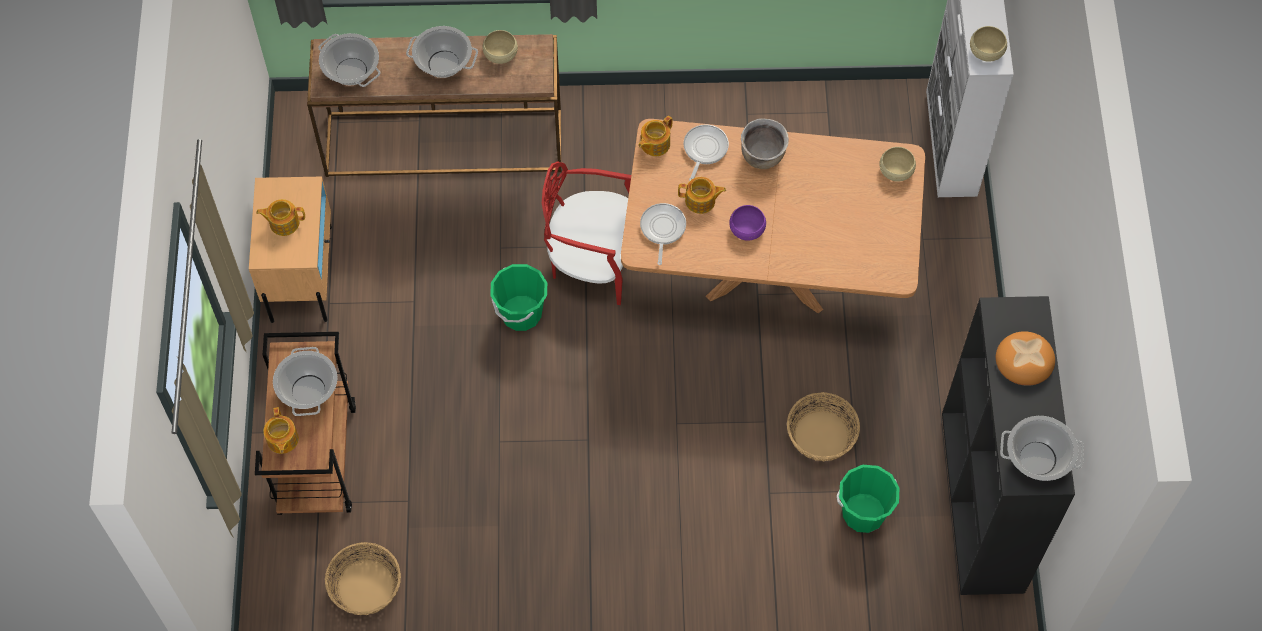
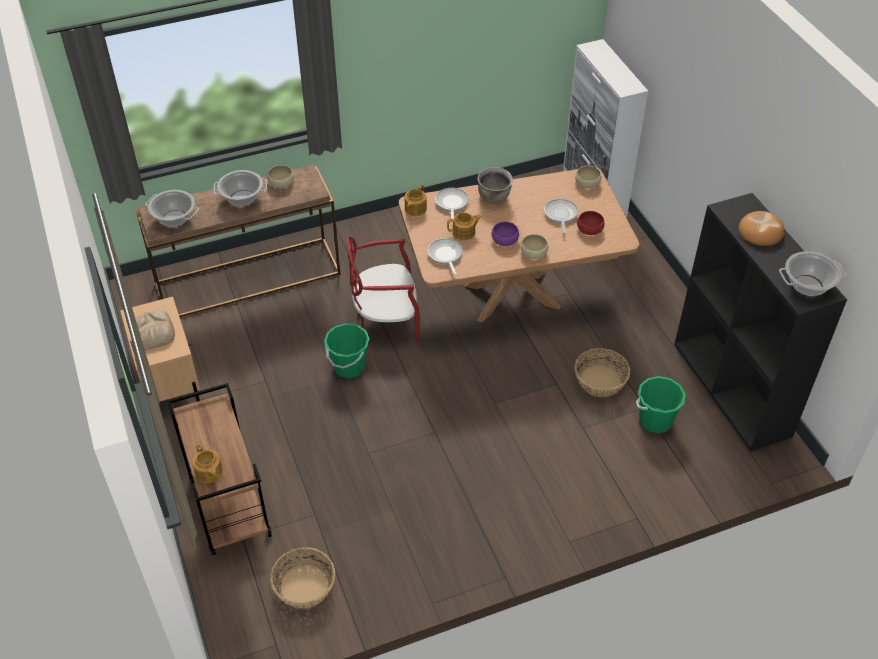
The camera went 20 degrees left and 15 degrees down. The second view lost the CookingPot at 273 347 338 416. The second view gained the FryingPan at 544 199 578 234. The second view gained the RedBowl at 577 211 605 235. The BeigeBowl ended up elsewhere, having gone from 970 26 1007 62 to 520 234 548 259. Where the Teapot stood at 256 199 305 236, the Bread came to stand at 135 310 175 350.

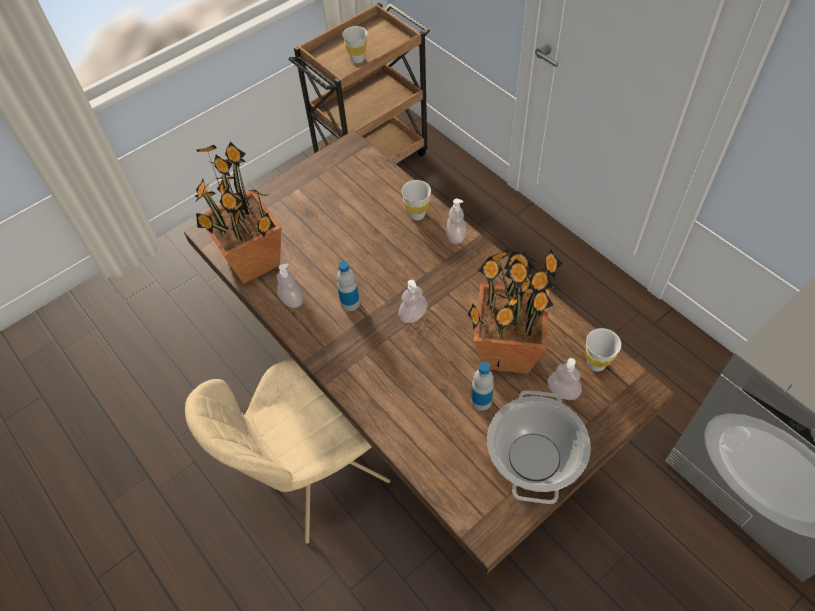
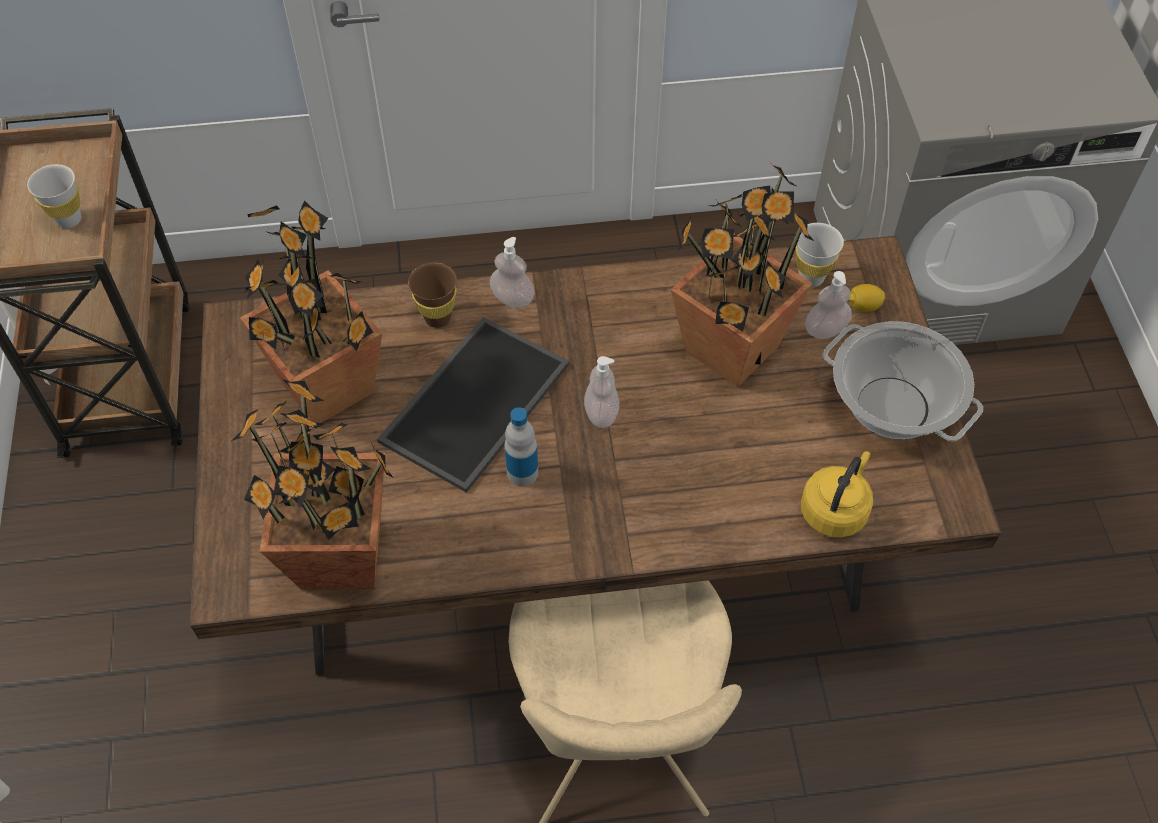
The camera went 60 degrees left and 0 degrees up. The second view lost the SoapDispenser at 277 264 303 308. The second view lost the Bottle at 471 362 494 411. The second view gained the PottedPlant at 240 200 382 423. The second view gained the Tray at 377 317 569 493. The second view gained the YellowKettle at 801 451 873 538. The second view gained the Lemon at 849 284 885 312. What was the WhiteCup at 402 180 431 220 turned into the BrownCup at 408 263 457 328.

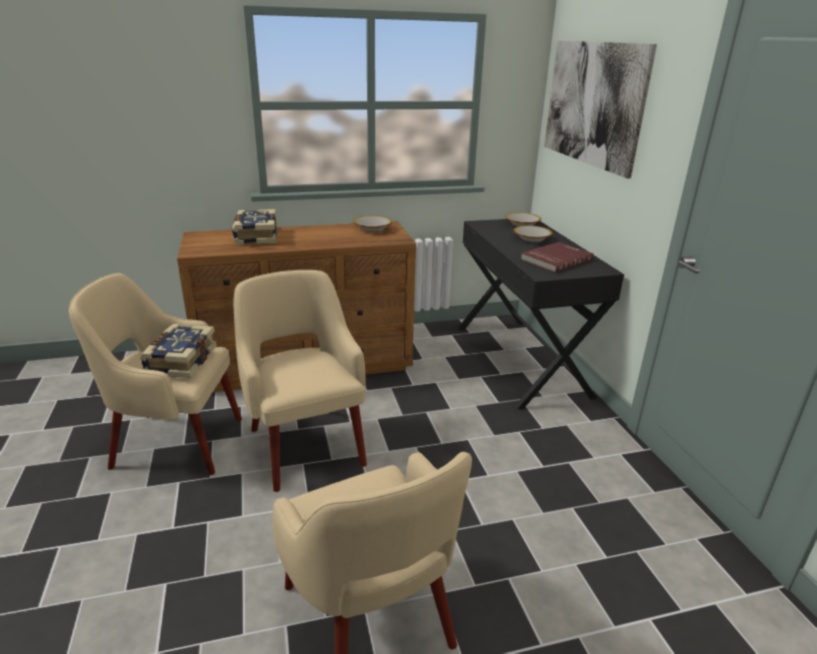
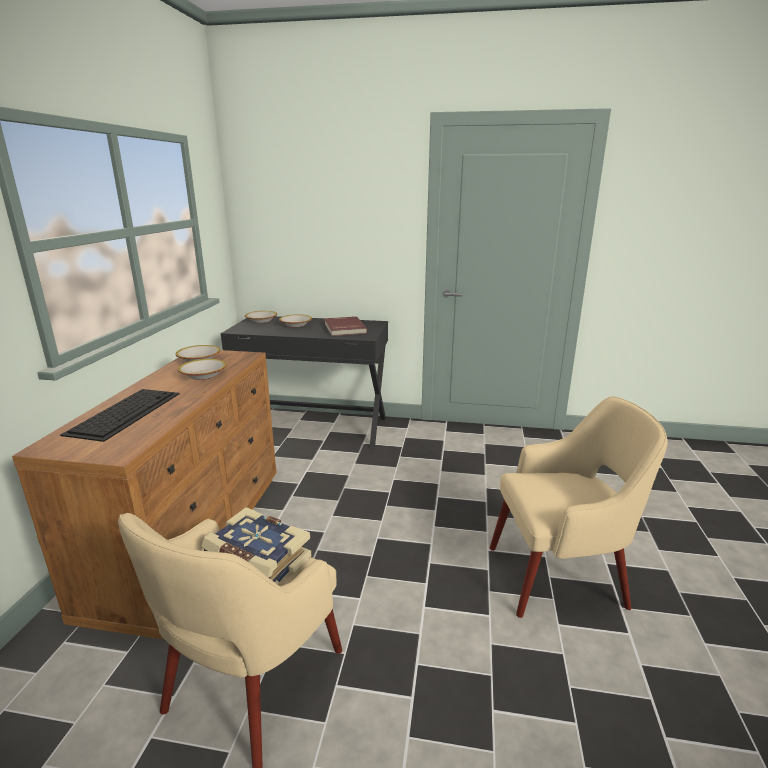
The camera went 65 degrees left and 5 degrees down. The second view lost the BeigeArmchair at 234 270 367 492. The second view lost the Picture at 544 40 657 179. The second view gained the Bowl at 178 359 227 380. Where the Book stood at 232 209 277 245, the Keyboard came to stand at 60 389 180 442.

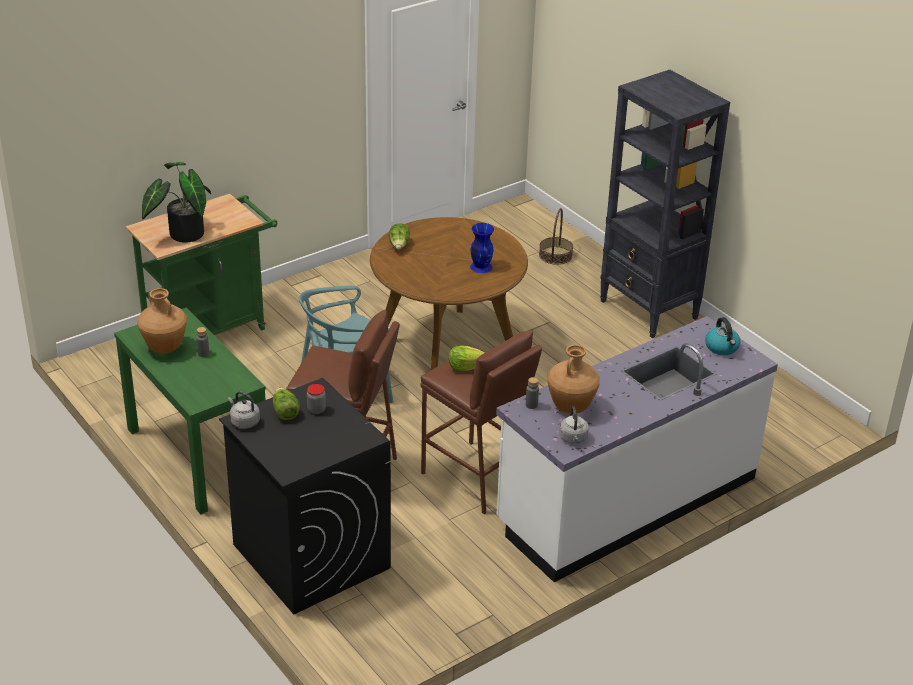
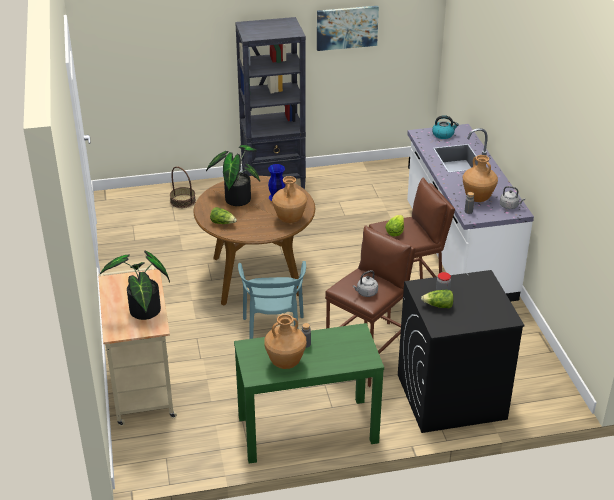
The camera went 65 degrees left and 0 degrees up. The second view gained the PottedPlant at 206 145 260 206. The second view gained the BrownVase at 272 176 307 223. The second view gained the Picture at 317 6 379 51. The GreyKettle ended up elsewhere, having gone from 228 391 260 429 to 353 270 378 297. What was the GreenCart at 125 194 277 335 turned into the BeigeCart at 98 265 177 426.

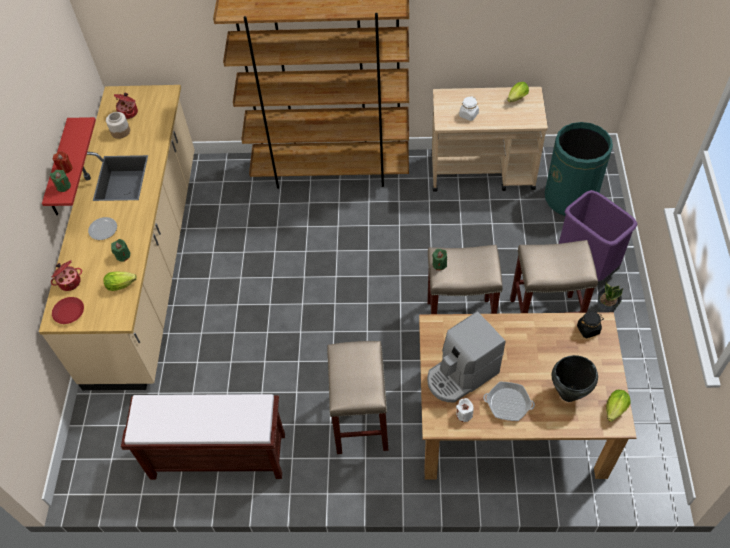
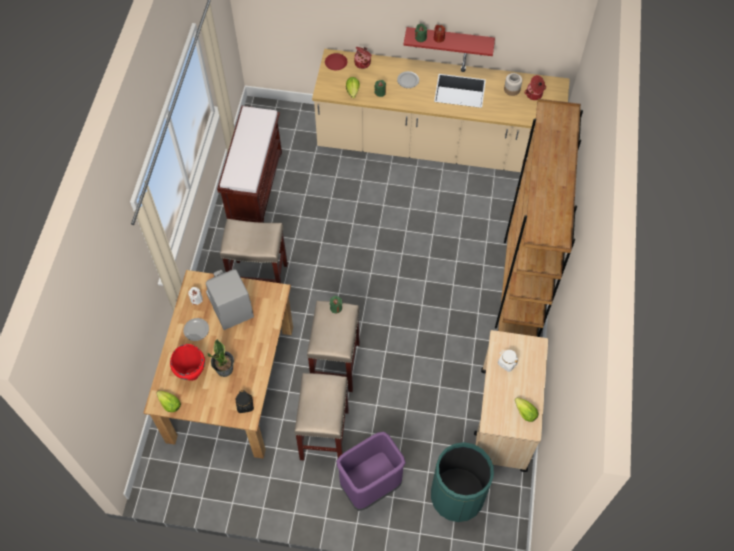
The camera went 95 degrees right and 5 degrees up. The PottedPlant ended up elsewhere, having gone from 597 282 624 312 to 208 339 234 377. Where the FryingPan stood at 483 382 535 421, the Plate came to stand at 183 318 209 341. What was the BlackCookingPot at 552 355 598 402 turned into the RedCookingPot at 170 344 205 381.

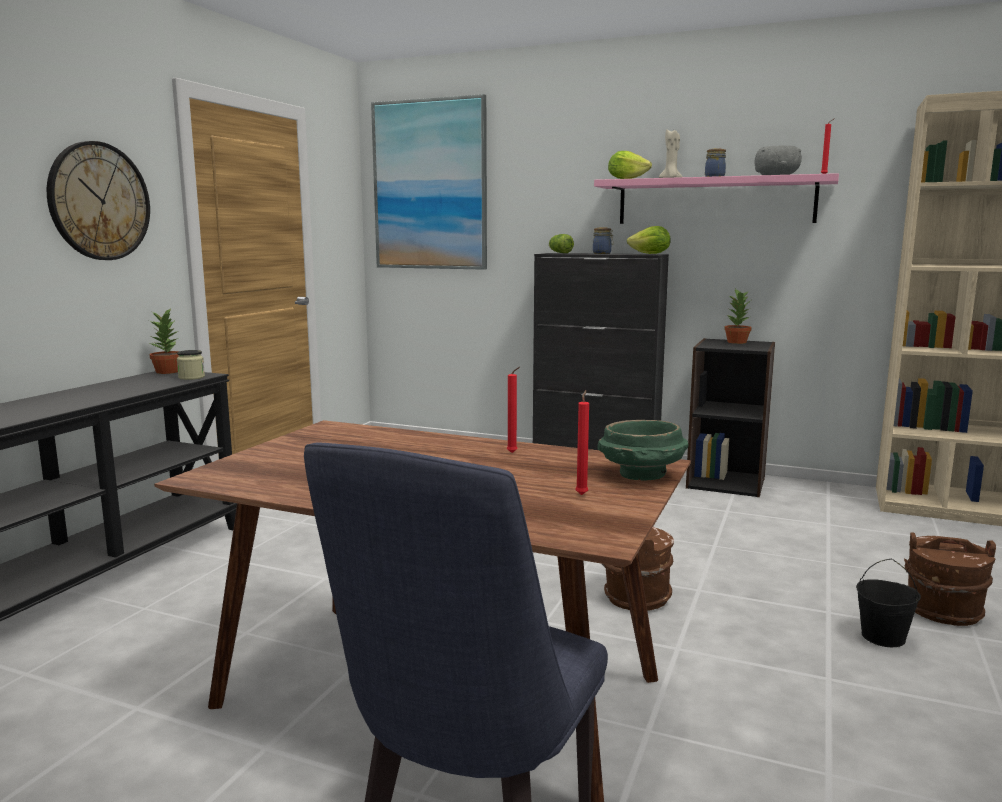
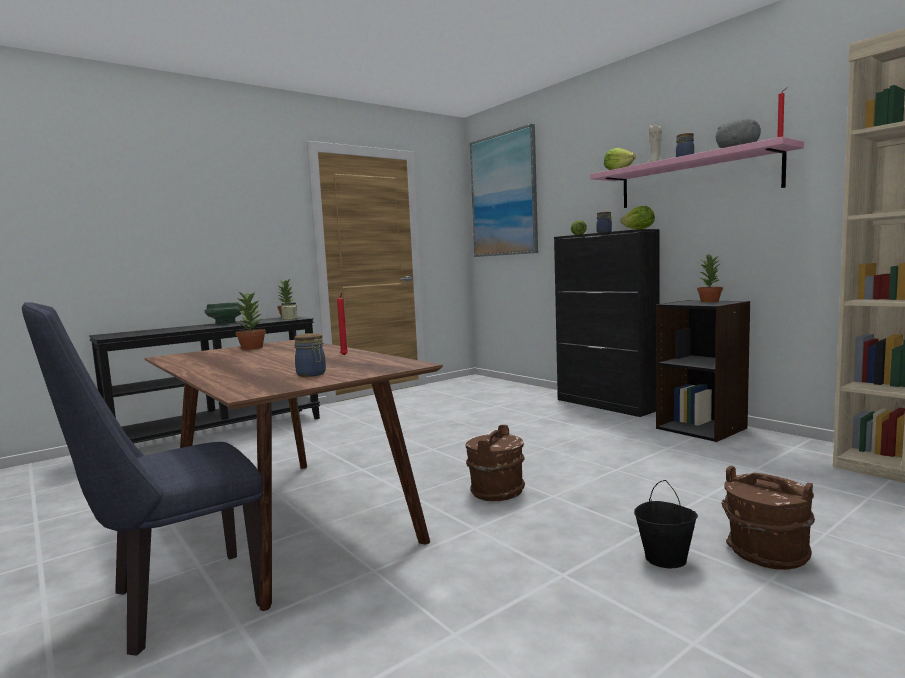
The camera went 30 degrees right and 5 degrees down. The second view lost the WallClock at 47 141 150 260. The second view gained the PottedPlant at 235 292 266 350. The GreenBowl ended up elsewhere, having gone from 597 420 689 480 to 205 302 242 324. Where the RedCandle stood at 575 390 589 495, the Jar came to stand at 294 333 326 377.

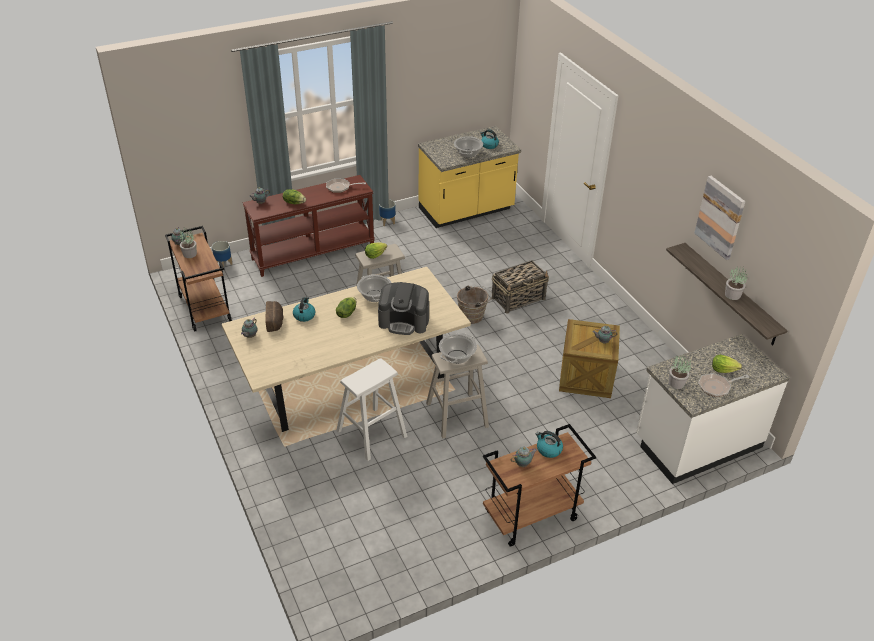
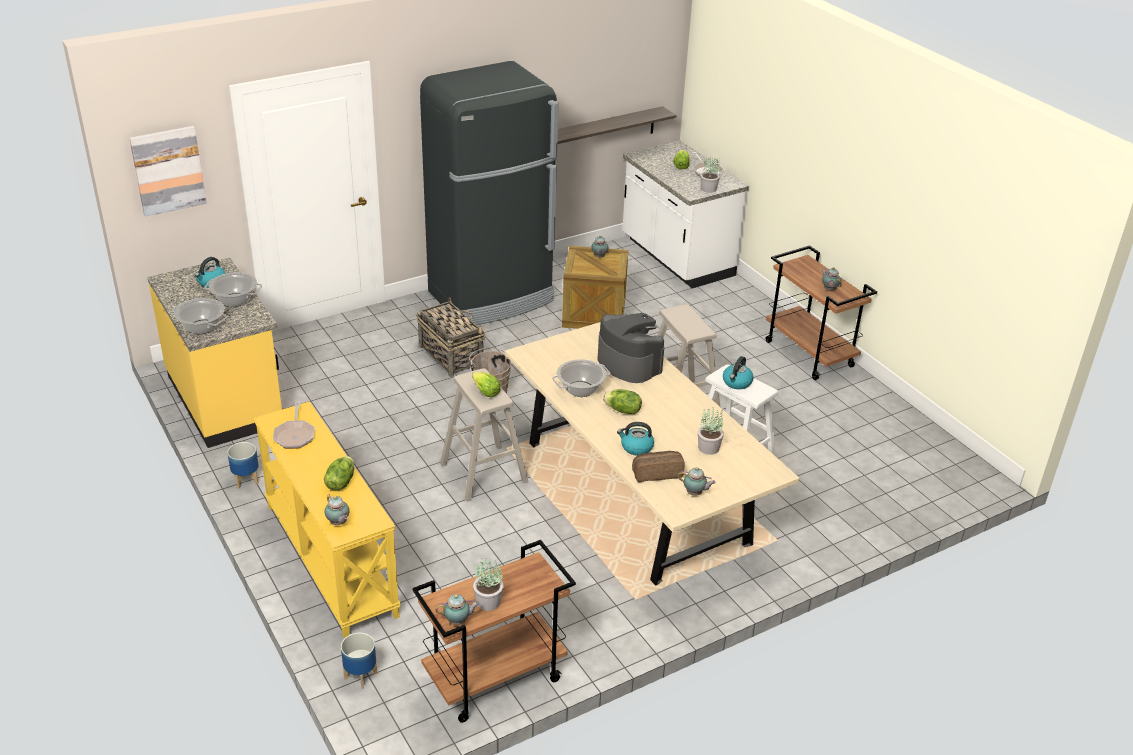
The camera went 95 degrees left and 5 degrees down. The second view gained the BlackFridge at 420 61 559 325. The CookingPot ended up elsewhere, having gone from 439 333 477 364 to 172 298 228 334. The Kettle ended up elsewhere, having gone from 536 431 563 458 to 723 356 753 389. The Picture ended up elsewhere, having gone from 694 176 745 260 to 129 126 207 217. The PottedPlant ended up elsewhere, having gone from 725 267 748 300 to 698 408 724 455. What was the BrownConsoleTable at 243 175 375 277 turned into the YellowConsoleTable at 254 401 401 638. The CoffeeMachine at 378 282 429 335 ended up facing another way, 45 degrees counterclockwise from before.

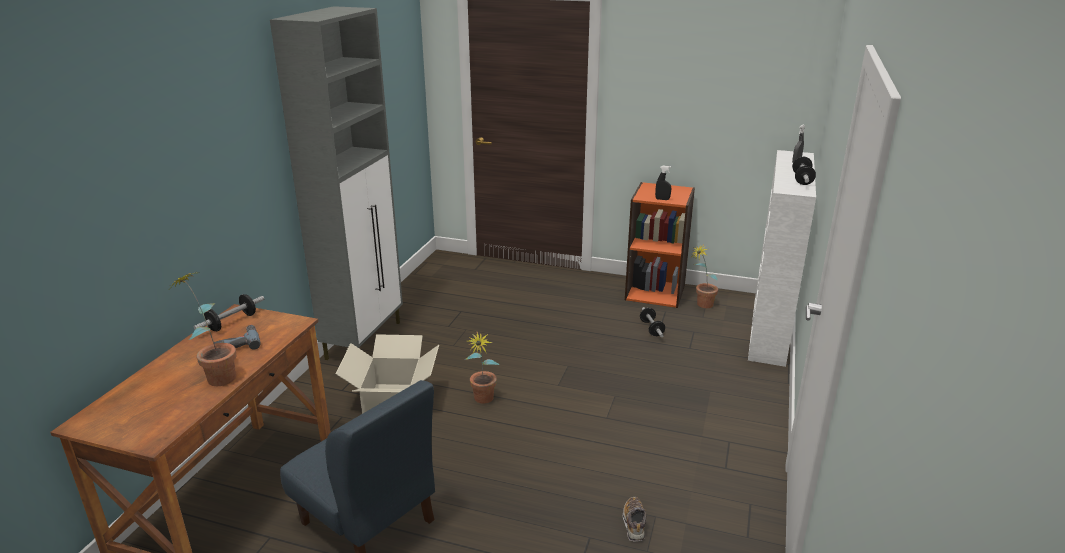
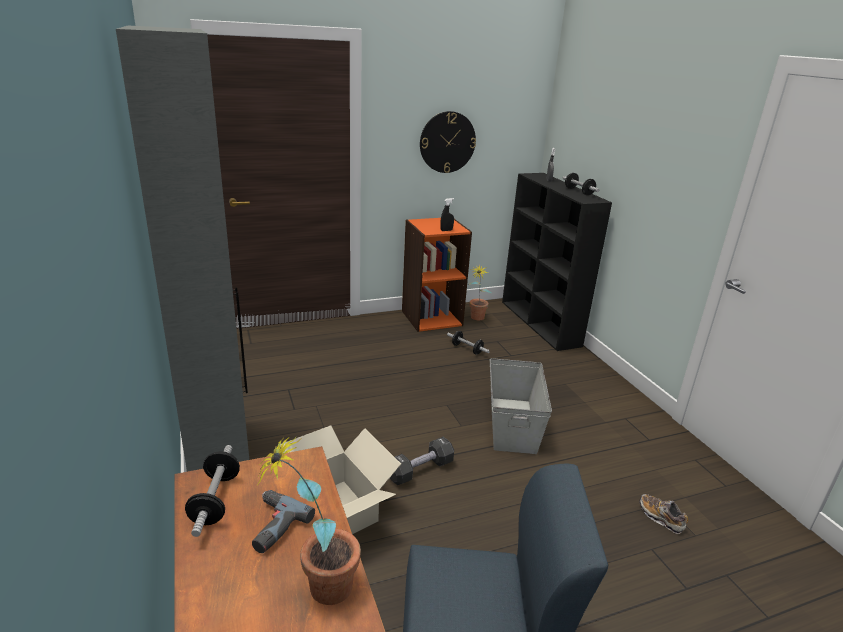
The camera went 40 degrees left and 0 degrees up. The second view gained the WallClock at 420 111 476 173. The second view gained the GreyStorageBox at 490 358 552 454. Where the PottedPlant stood at 465 332 499 403, the BlackDumbbell came to stand at 390 437 454 485. What was the WhiteBookcase at 748 150 816 367 turned into the BlackBookcase at 502 173 612 351.

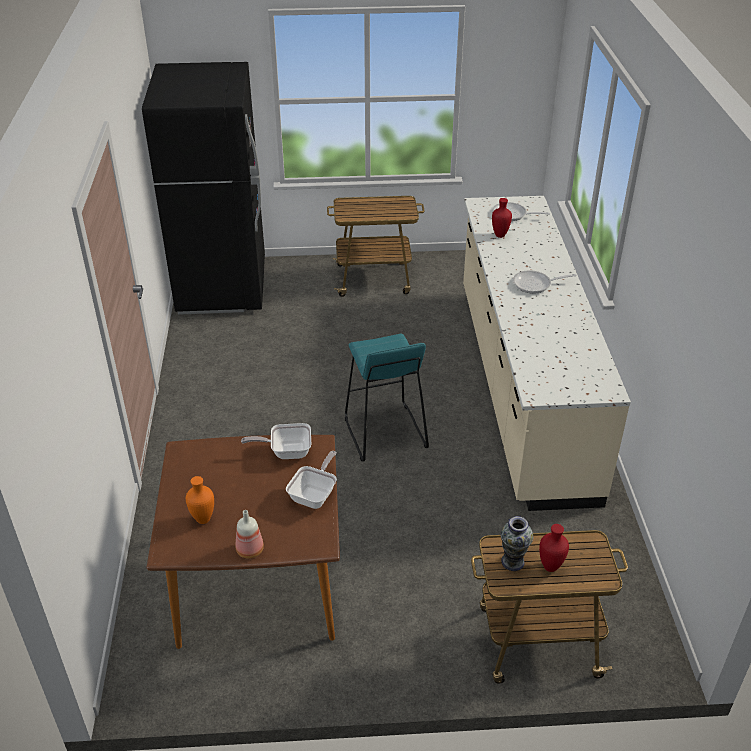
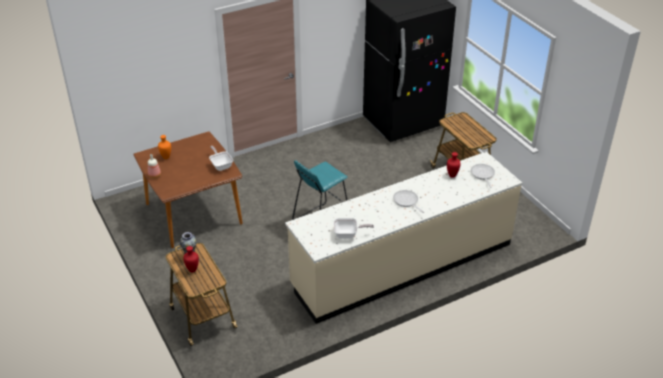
The camera went 65 degrees right and 0 degrees up. The FryingPan ended up elsewhere, having gone from 286 451 337 509 to 334 218 374 239.

